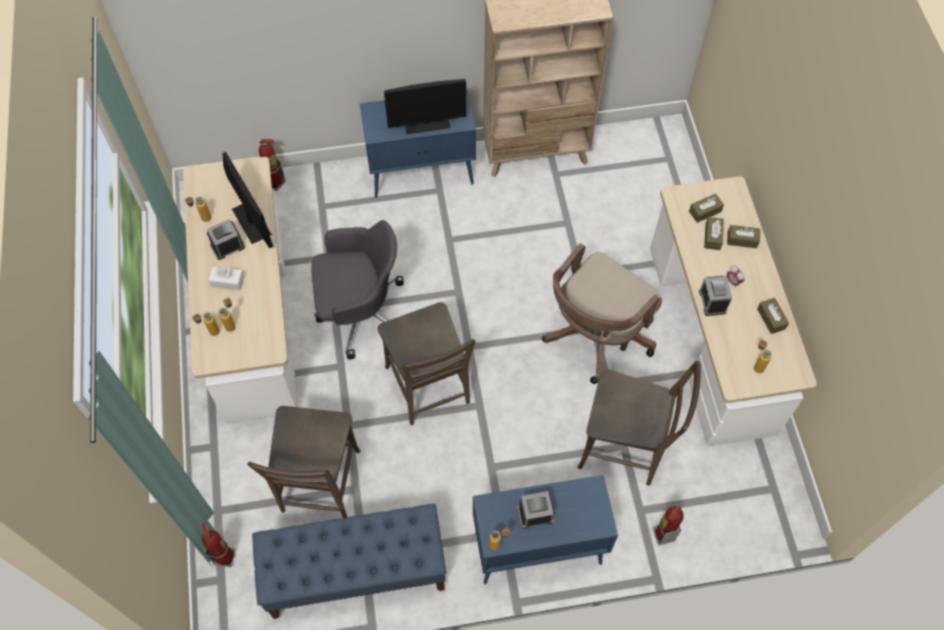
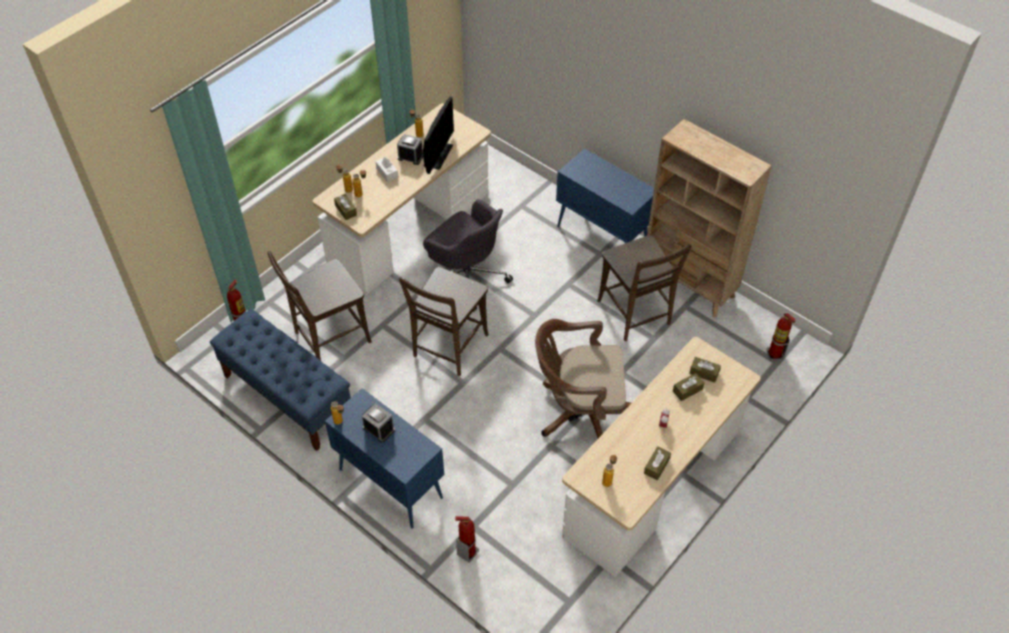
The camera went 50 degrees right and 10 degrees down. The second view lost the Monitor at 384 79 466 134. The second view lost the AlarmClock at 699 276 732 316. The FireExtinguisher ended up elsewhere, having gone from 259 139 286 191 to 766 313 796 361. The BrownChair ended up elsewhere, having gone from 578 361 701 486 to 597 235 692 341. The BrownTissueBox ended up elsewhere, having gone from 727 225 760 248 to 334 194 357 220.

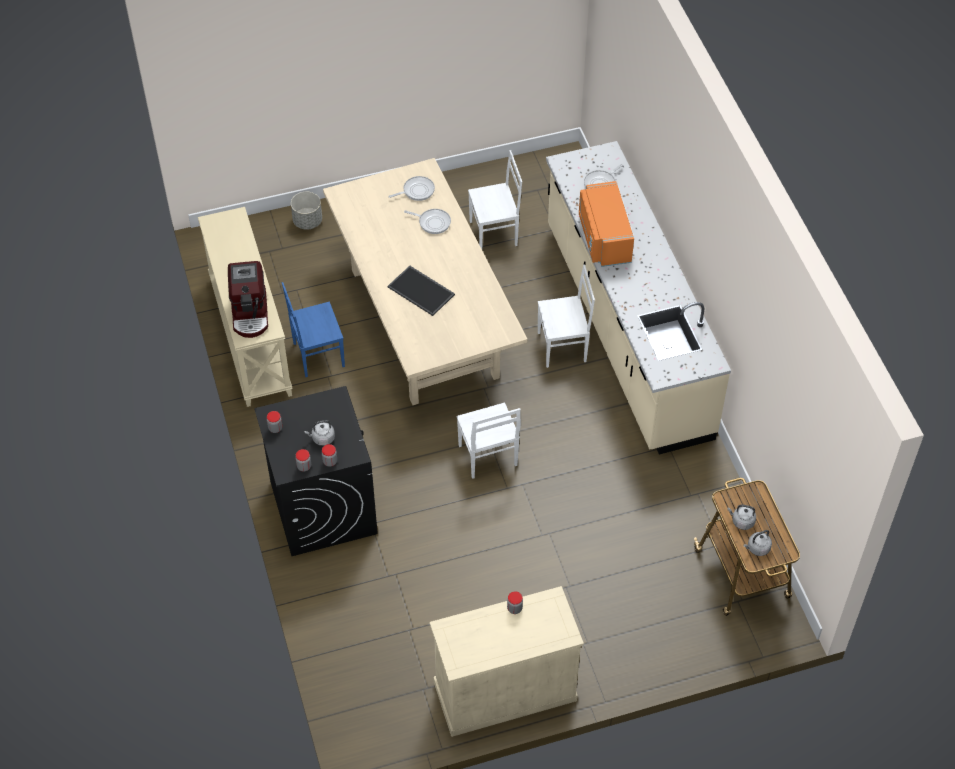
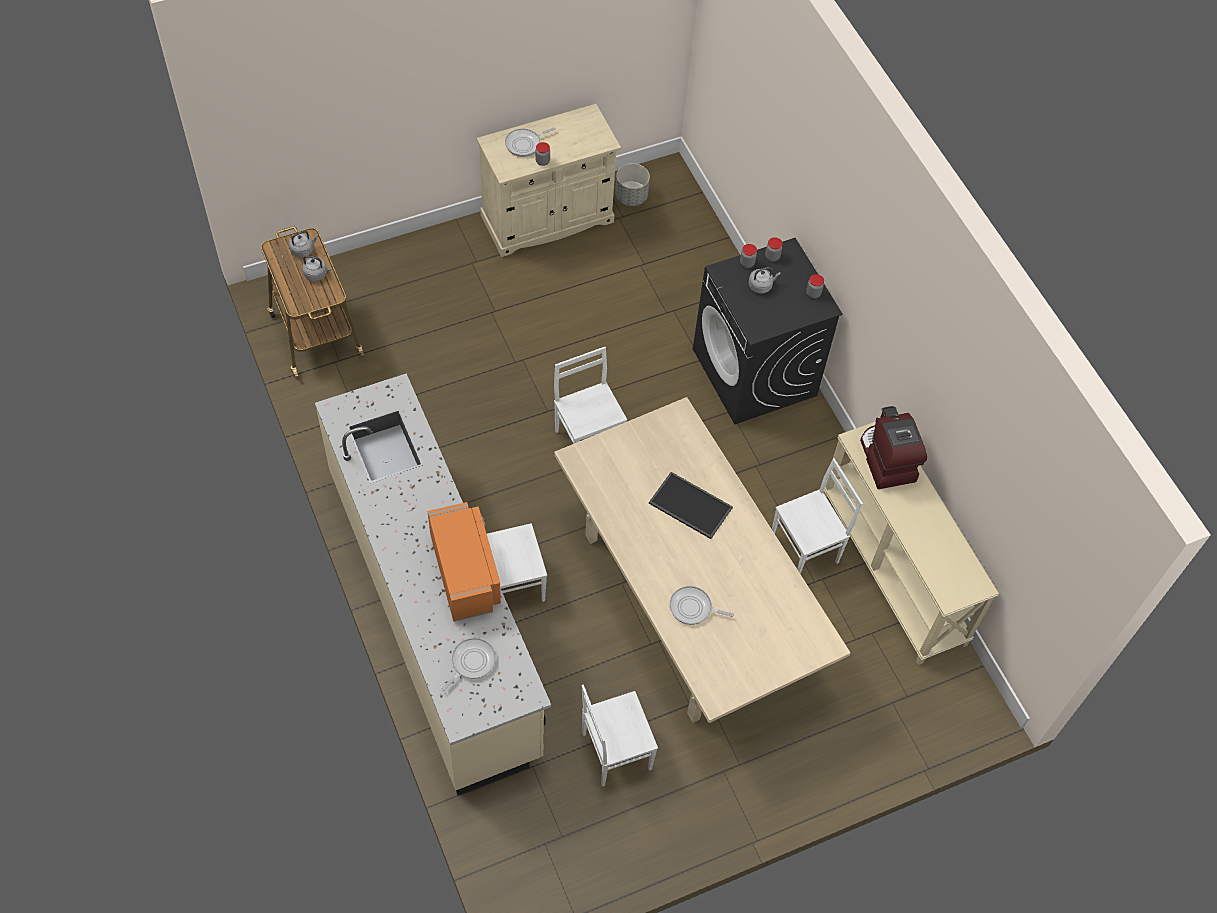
The camera went 170 degrees right and 5 degrees up. The GreyPlanter ended up elsewhere, having gone from 291 192 322 230 to 615 163 650 206. The FryingPan ended up elsewhere, having gone from 388 176 435 201 to 505 127 556 157. What was the BlueChair at 282 282 345 377 turned into the WhiteChair at 772 458 863 574.

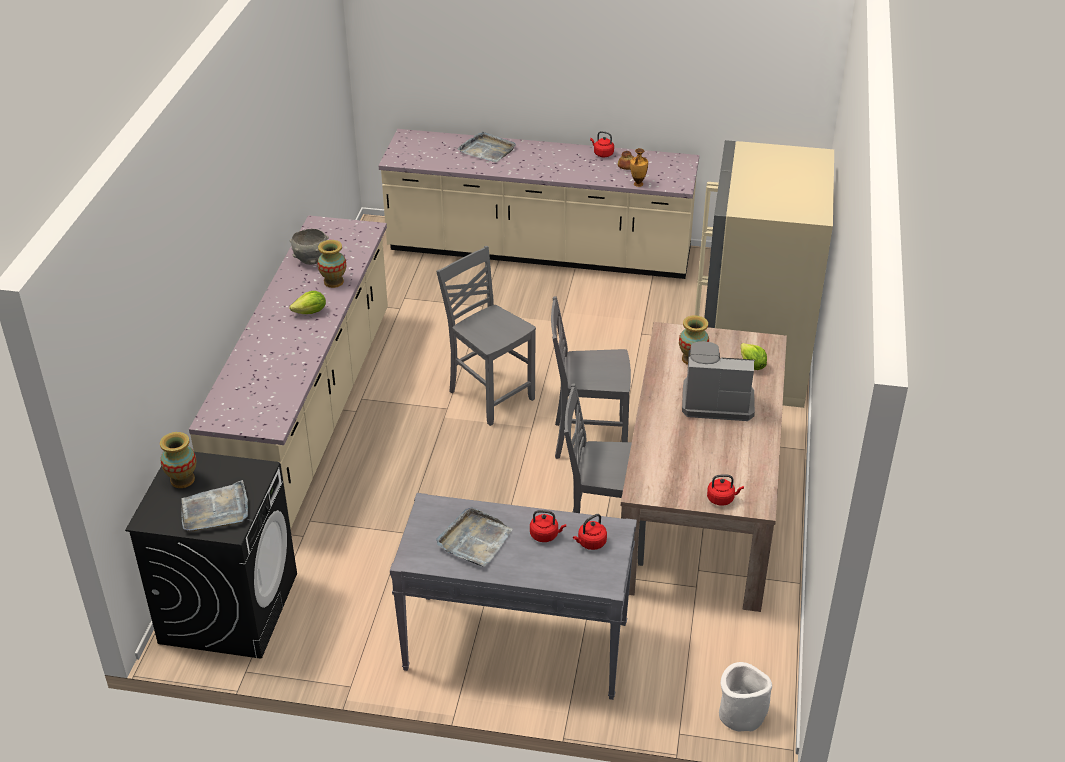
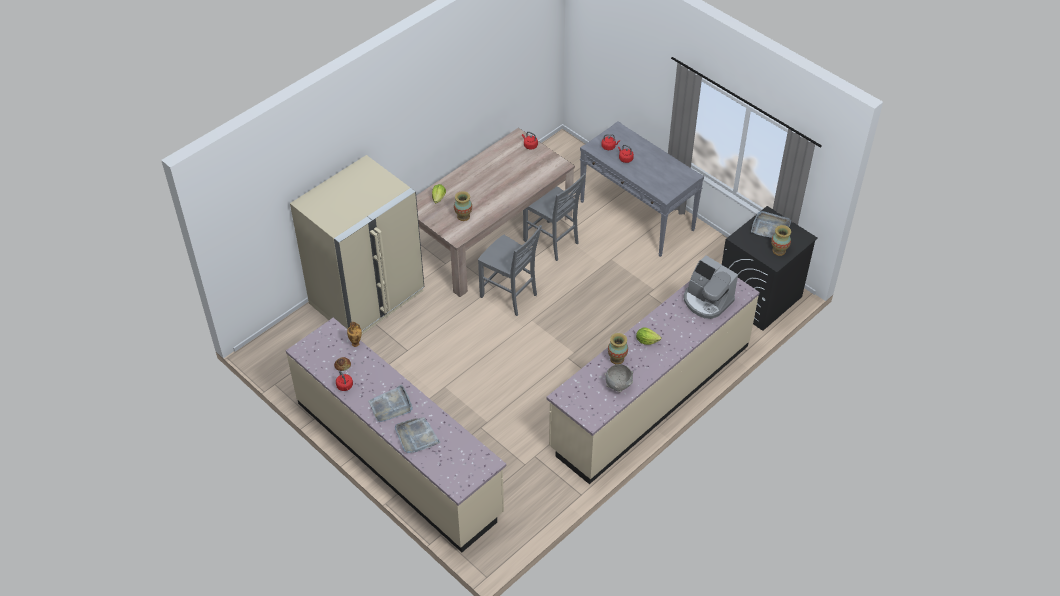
The camera went 145 degrees left and 10 degrees up. The second view lost the GreyChair at 436 246 536 426. The second view lost the WhitePlanter at 719 662 772 732. The GreyTray ended up elsewhere, having gone from 436 507 513 567 to 368 384 413 422. The CoffeeMachine ended up elsewhere, having gone from 682 341 755 421 to 684 256 738 319.

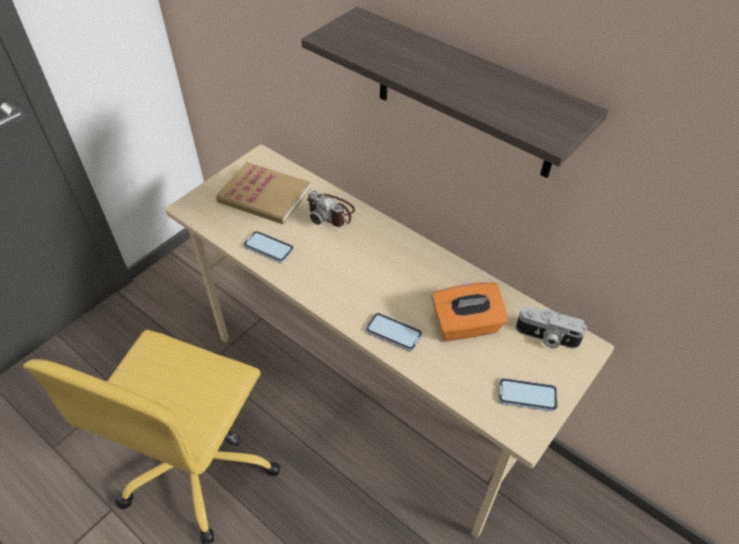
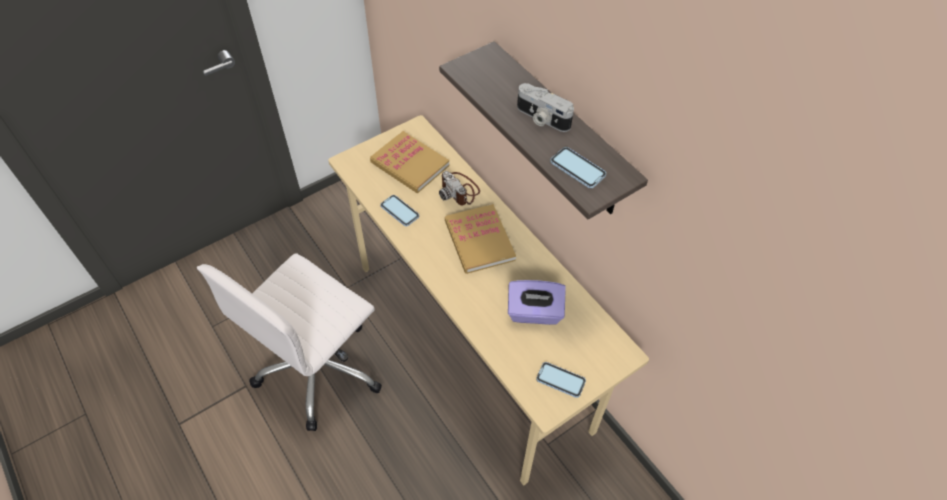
The camera went 15 degrees right and 5 degrees up. The second view gained the Book at 445 204 516 274. The Phone ended up elsewhere, having gone from 366 313 422 351 to 550 147 606 188. The PhotoCamera ended up elsewhere, having gone from 516 306 588 349 to 517 83 574 132. What was the YellowOfficeChair at 23 330 280 544 turned into the WhiteOfficeChair at 197 253 382 431. What was the OrangeTissueBox at 431 282 508 341 turned into the PurpleTissueBox at 508 280 566 325.

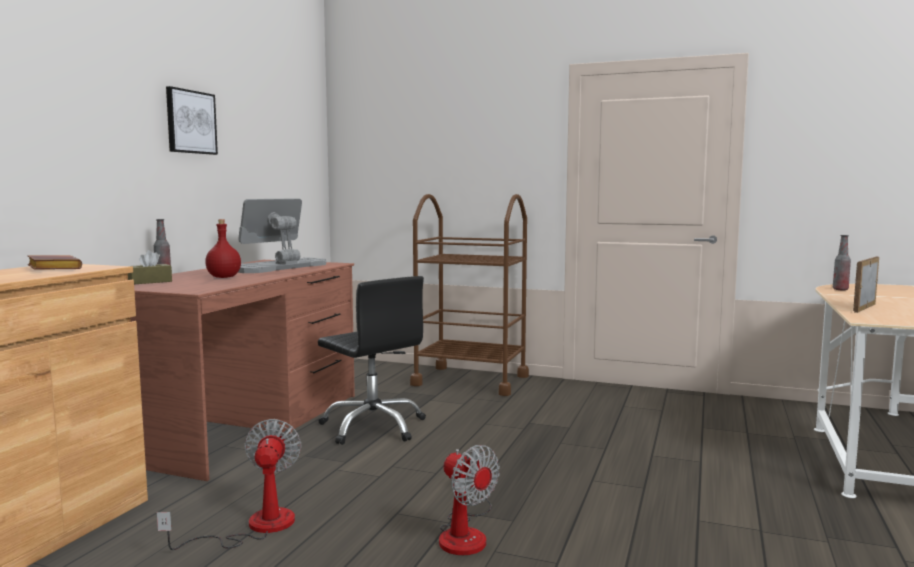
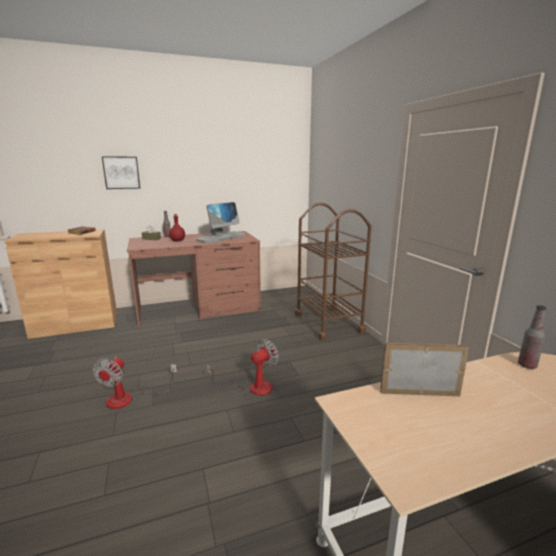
The camera went 50 degrees right and 10 degrees up. The second view lost the BlackOfficeChair at 318 276 426 445. The Fan ended up elsewhere, having gone from 157 419 301 550 to 207 339 279 396. The Picture ended up elsewhere, having gone from 166 86 218 155 to 102 156 140 189. The Monitor at 238 198 326 273 ended up facing another way, 135 degrees clockwise from before.

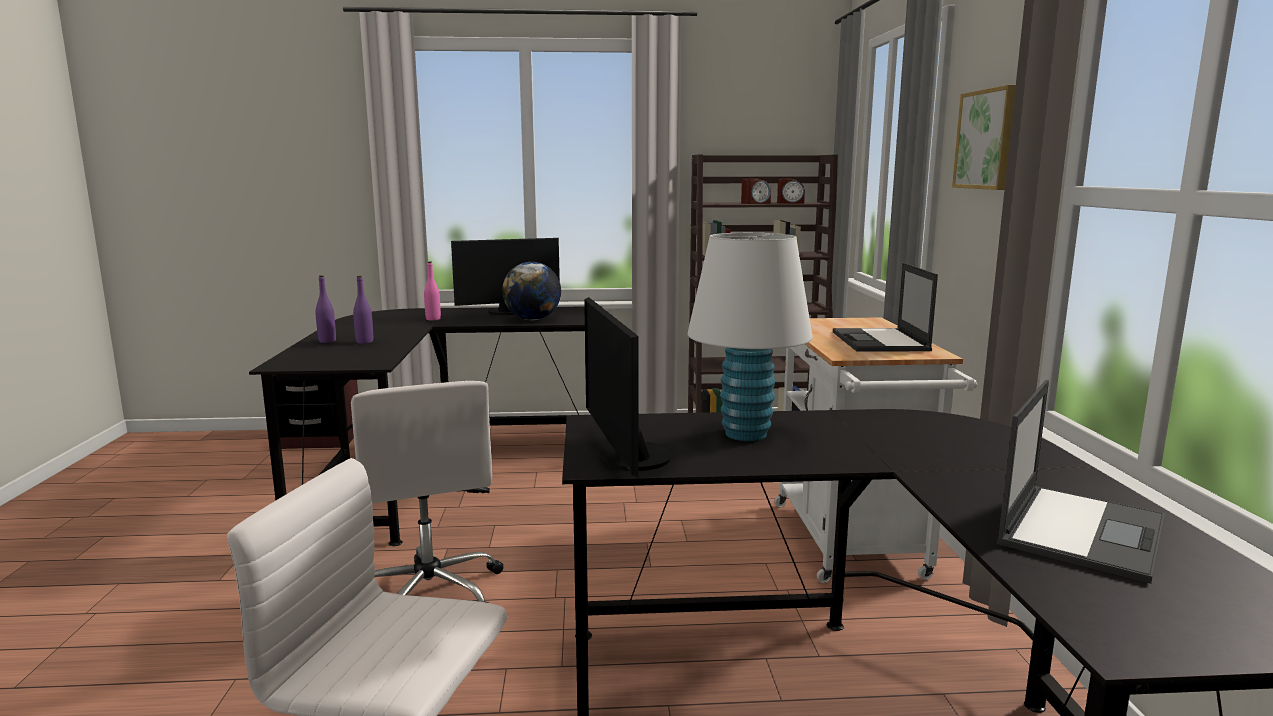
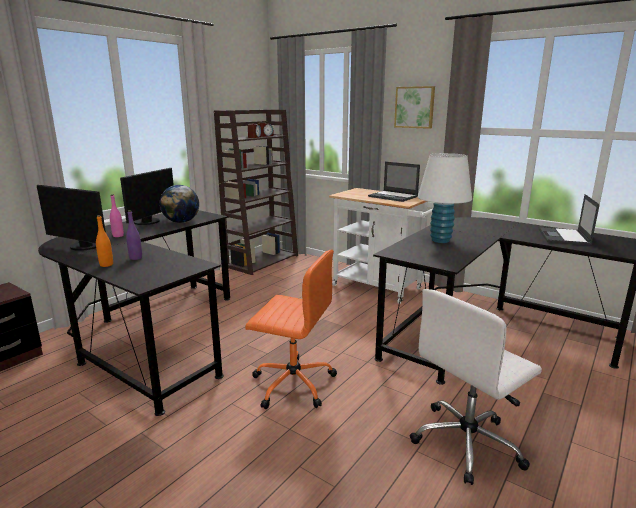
The camera went 50 degrees left and 5 degrees up. The Monitor ended up elsewhere, having gone from 584 297 673 478 to 37 185 106 251. What was the PurpleBottle at 316 275 336 343 turned into the OrangeBottle at 96 215 113 267. What was the WhiteOfficeChair at 351 381 503 603 turned into the OrangeOfficeChair at 245 250 337 409. The Laptop at 996 380 1165 584 ended up facing another way, 150 degrees counterclockwise from before.

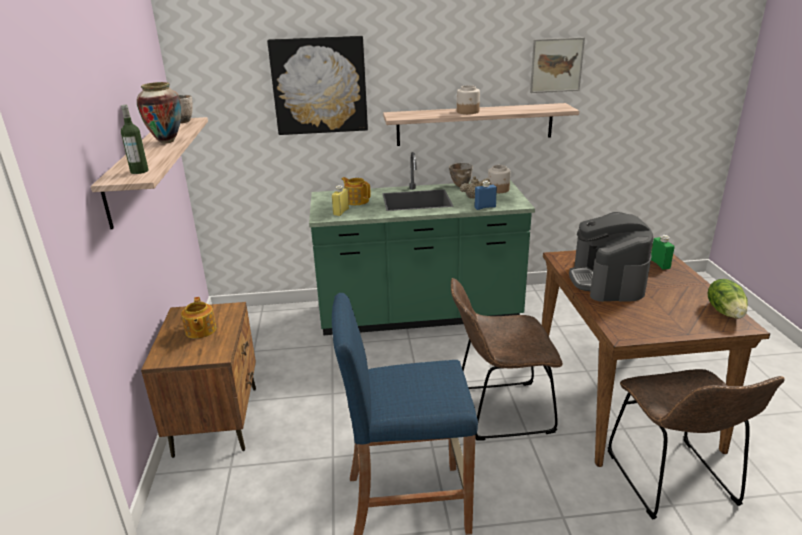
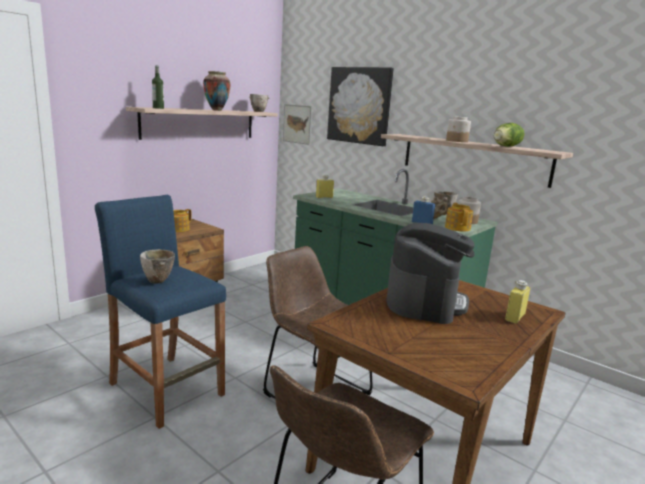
The camera went 45 degrees right and 10 degrees down. The second view gained the Bowl at 140 249 175 284. The Teapot ended up elsewhere, having gone from 341 177 371 205 to 445 203 473 231. The Picture ended up elsewhere, having gone from 530 37 585 93 to 283 104 313 145. The Lettuce ended up elsewhere, having gone from 708 279 748 318 to 494 123 524 147. What was the GreenBottle at 651 235 675 270 turned into the YellowBottle at 505 280 530 324. The CoffeeMachine at 569 212 653 302 ended up facing another way, 150 degrees clockwise from before.

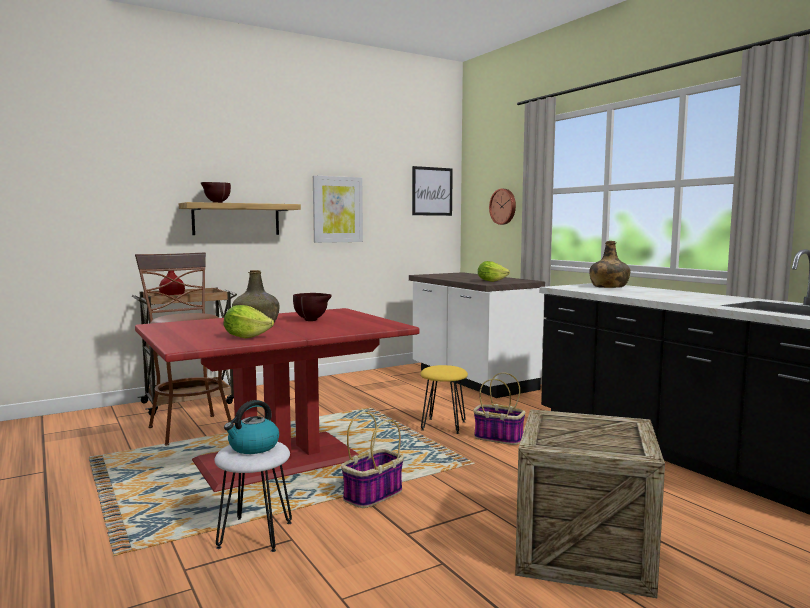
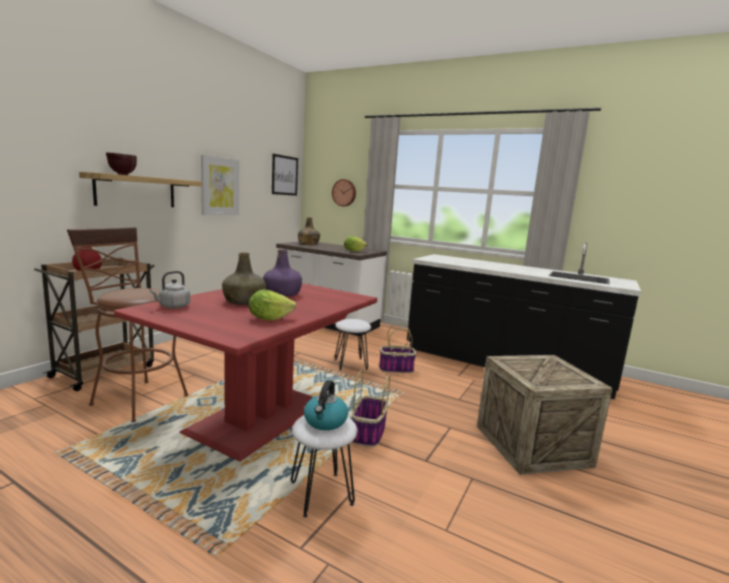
The camera went 30 degrees left and 5 degrees up. The second view gained the GreyKettle at 150 271 190 309. The GreenBottle ended up elsewhere, having gone from 589 241 630 288 to 298 217 320 245. Where the BrownBowl stood at 293 293 332 321, the PurpleBottle came to stand at 263 249 302 297. What was the YellowStool at 420 365 468 434 turned into the WhiteStool at 335 319 371 371.

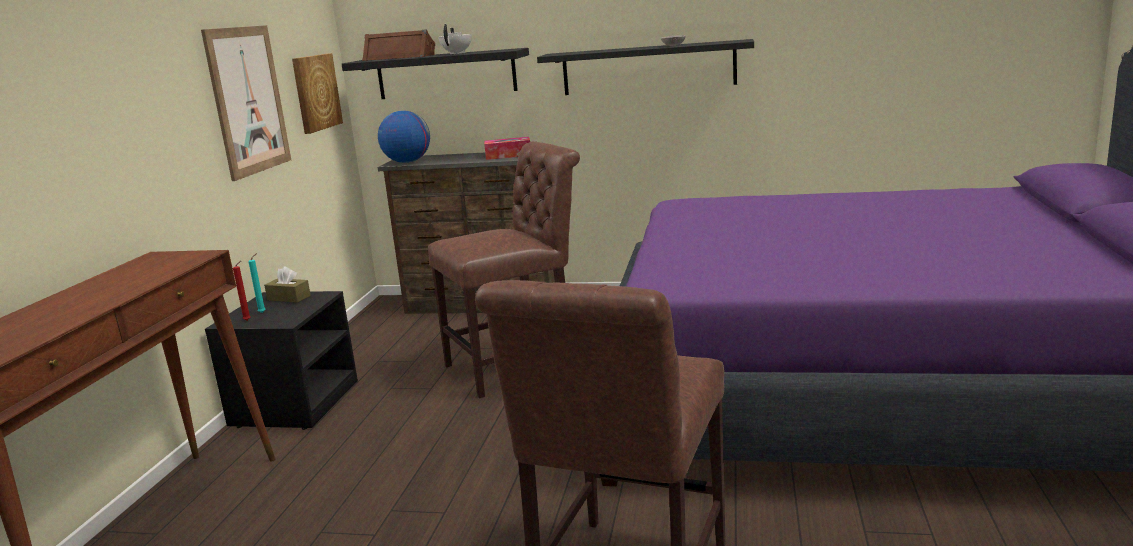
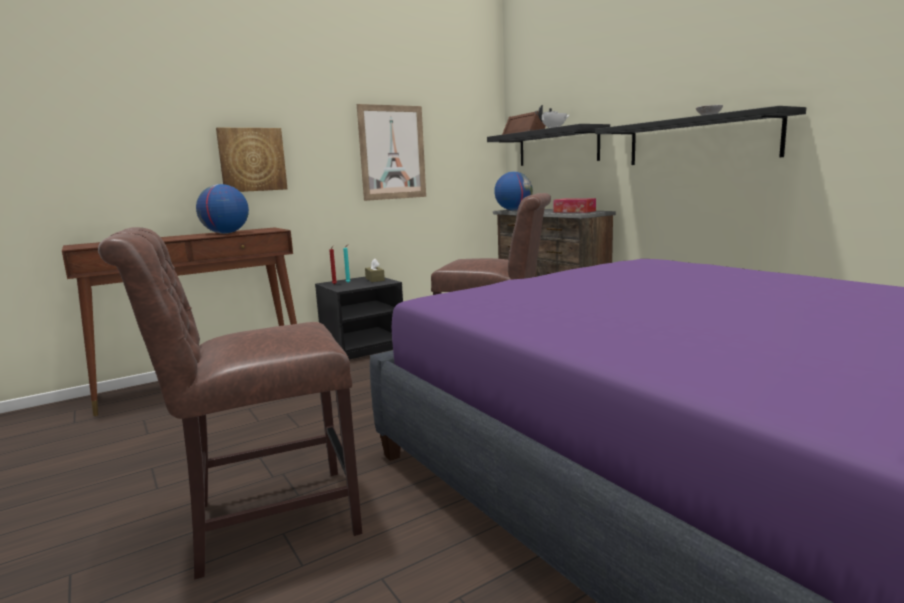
The camera went 45 degrees right and 5 degrees down. The second view gained the Globe at 196 184 249 234. The Picture ended up elsewhere, having gone from 292 53 343 134 to 216 128 288 192.

